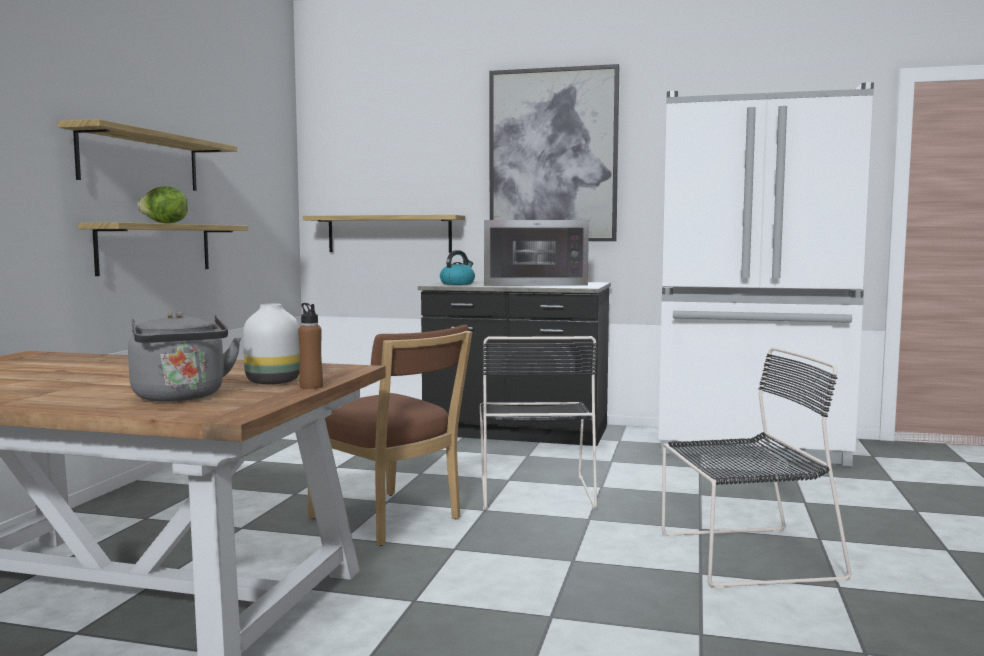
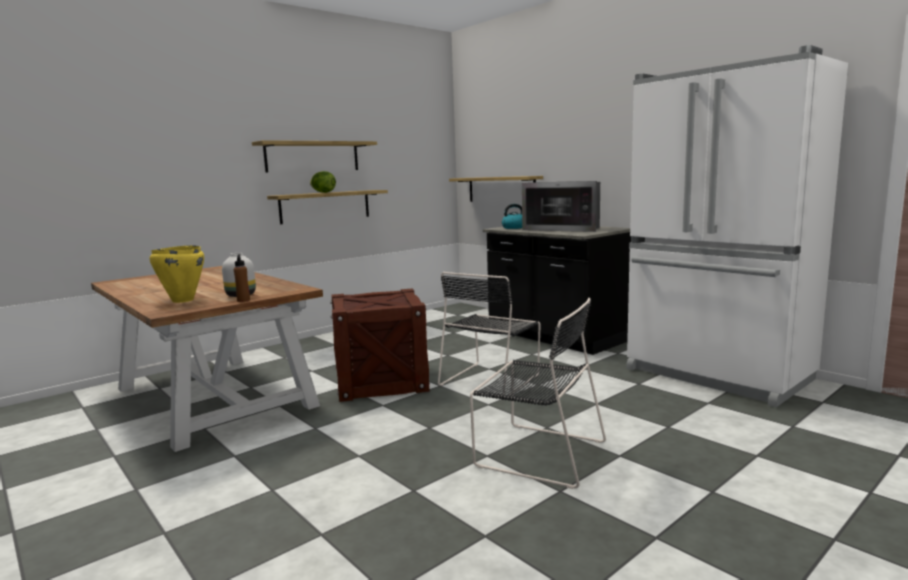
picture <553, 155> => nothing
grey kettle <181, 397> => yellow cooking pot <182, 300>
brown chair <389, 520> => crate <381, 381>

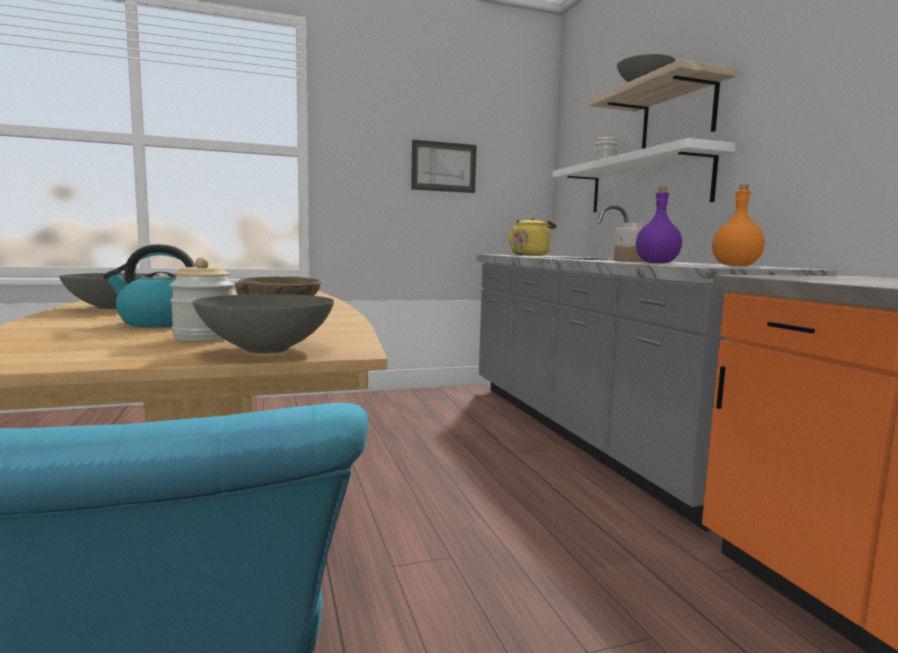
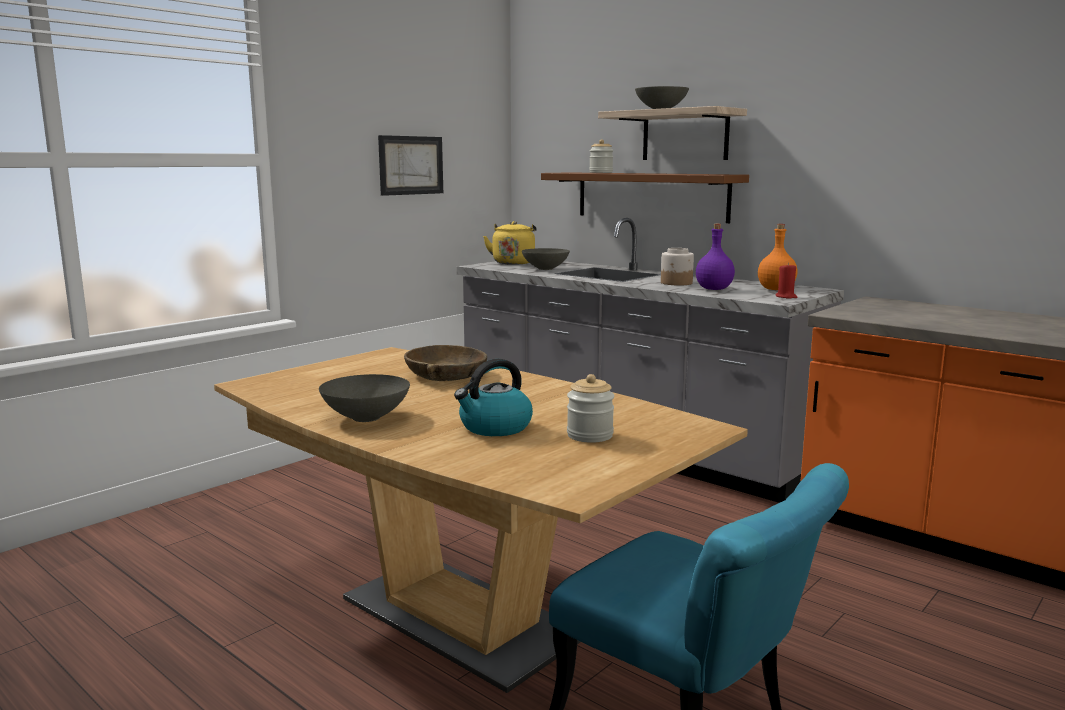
white shelf <647, 184> => brown shelf <651, 196>
grey bowl <268, 350> => grey bowl <546, 269>, relocated
nothing => red candle <786, 297>

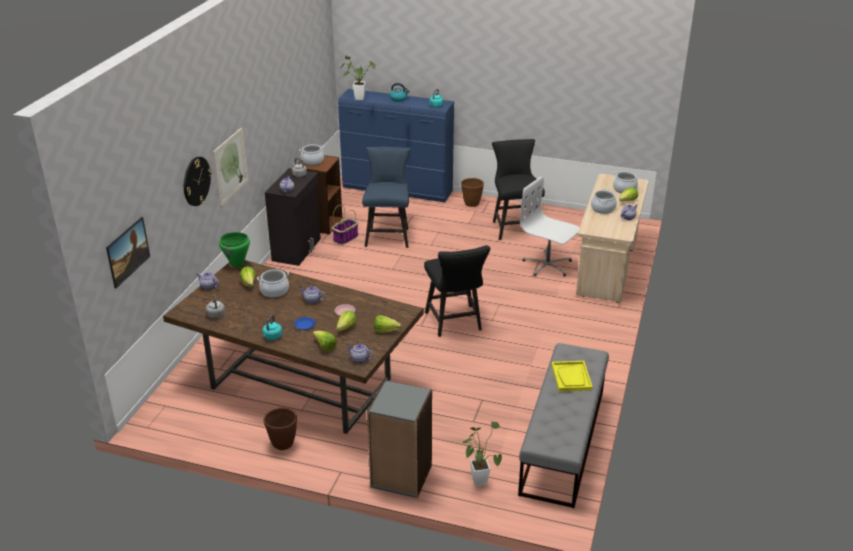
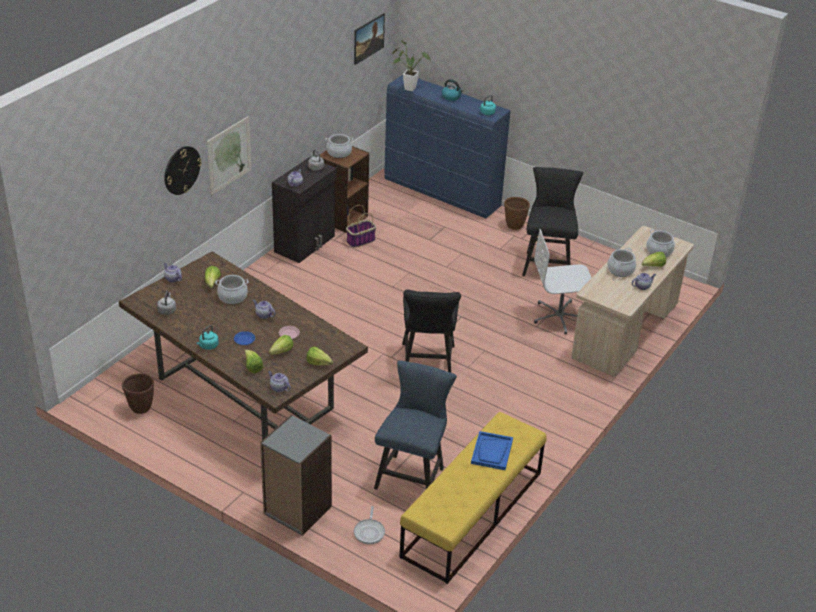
blue chair <388, 235> => blue chair <412, 475>, relocated
white office chair <547, 265> => white office chair <559, 317>, 60 degrees counterclockwise
picture <130, 261> => picture <368, 47>, relocated
green cooking pot <237, 265> => nothing
grey bench <563, 441> => yellow bench <472, 514>
yellow tray <571, 377> => blue tray <492, 452>
brown planter <282, 444> => brown planter <140, 408>, relocated
potted plant <478, 479> => frying pan <369, 531>

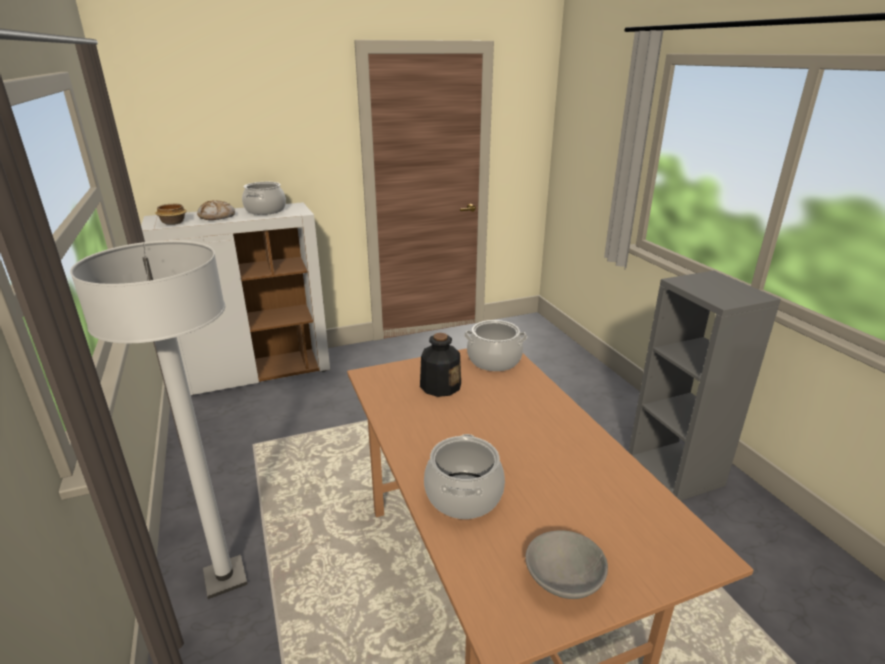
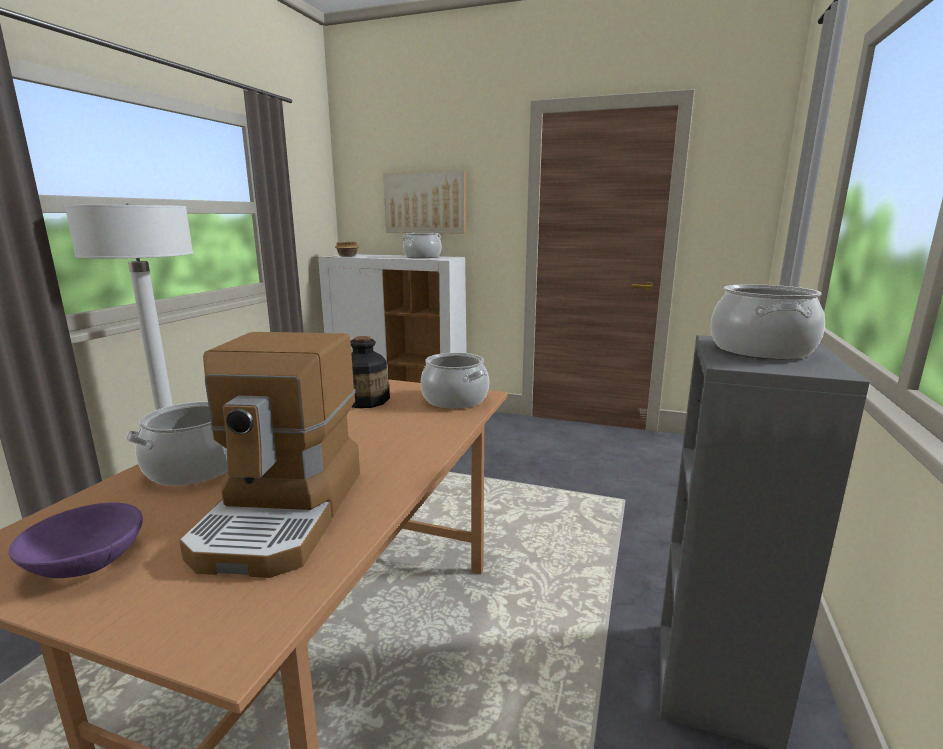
bread <217, 217> => nothing
grey bowl <564, 580> => purple bowl <86, 563>
nothing => picture <425, 203>
nothing => cooking pot <760, 350>
nothing => coffee machine <285, 513>

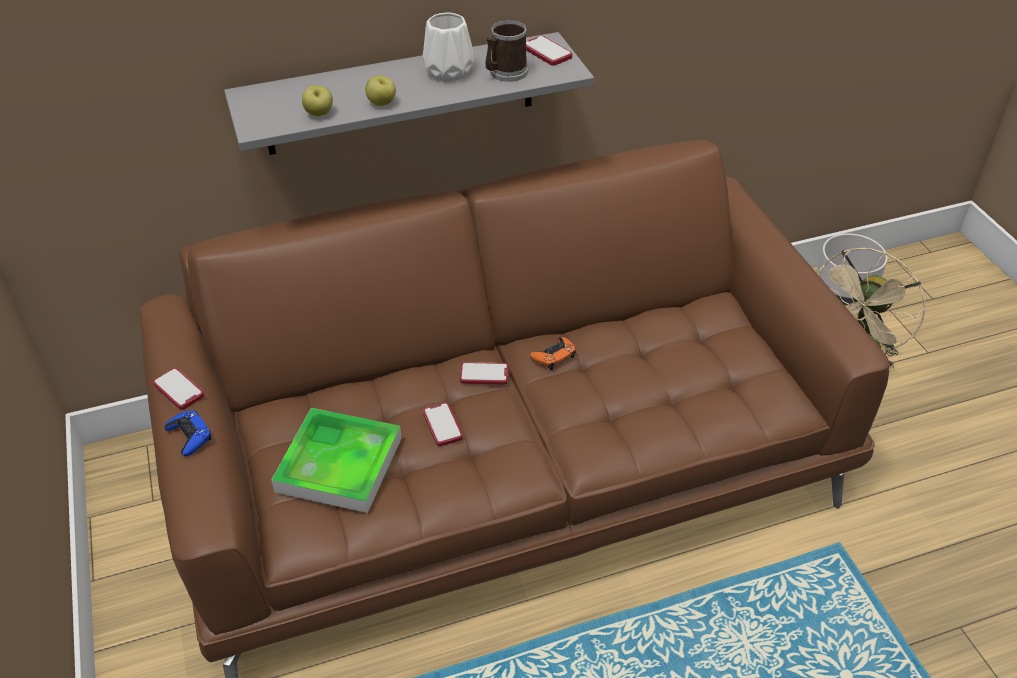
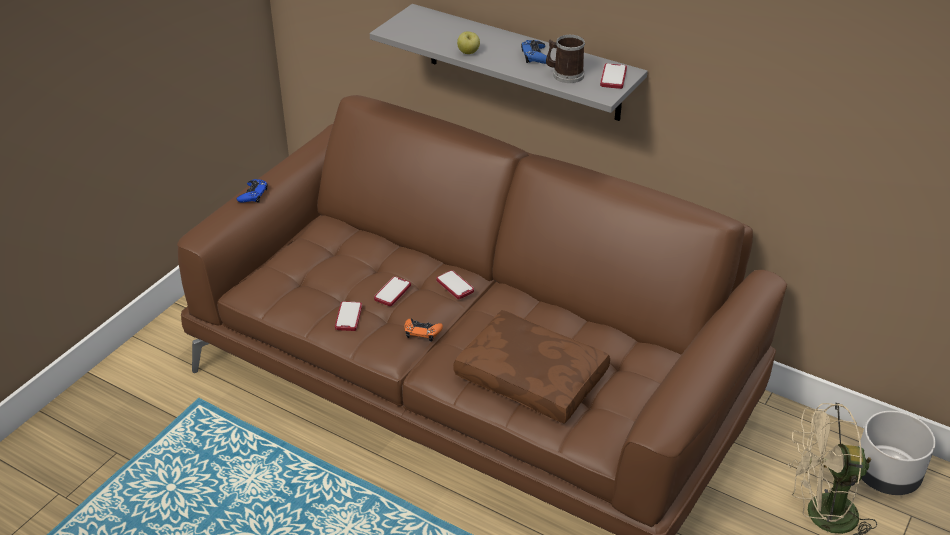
white vase <447, 71> => blue game controller <535, 56>
apple <319, 114> => nothing
orange game controller <554, 356> => orange game controller <422, 332>, relocated
phone <179, 390> => phone <348, 317>, relocated
tray <339, 464> => nothing
nothing => brown pillow <533, 377>

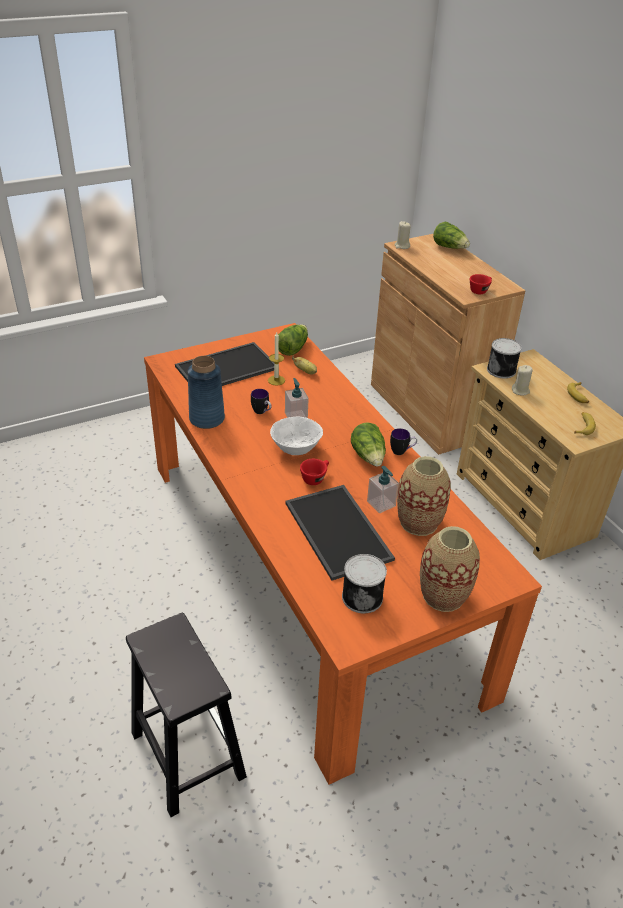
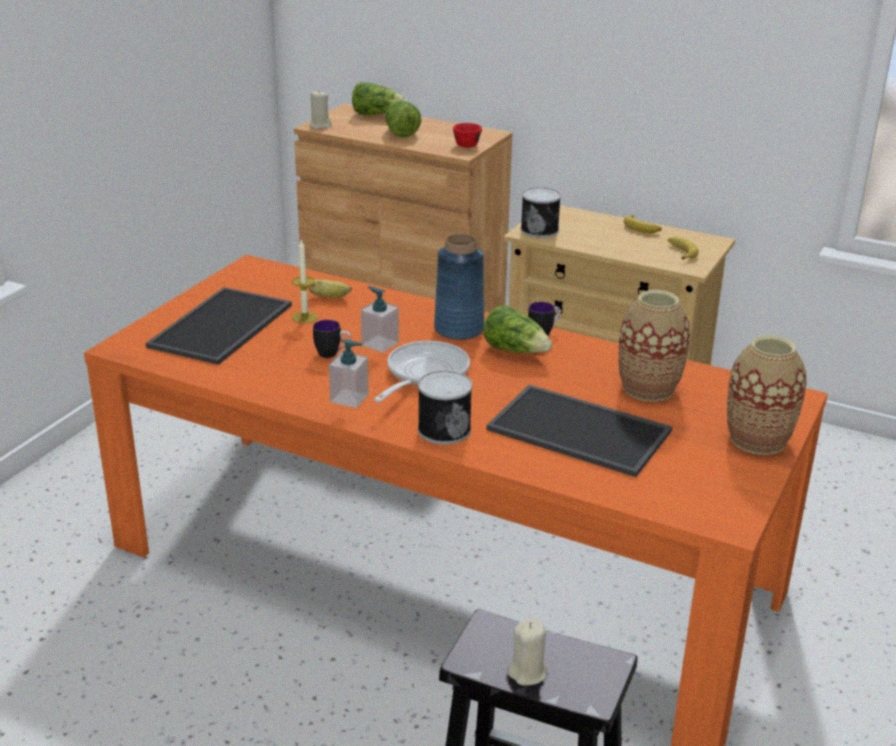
lettuce <292, 348> => lettuce <401, 131>, relocated
blue vase <206, 419> => blue vase <459, 329>, relocated
beige candle <520, 391> => beige candle <527, 672>, relocated
white bowl <295, 449> => frying pan <423, 374>
red cup <315, 478> => nothing
soap dispenser <381, 504> => soap dispenser <349, 398>, relocated
can <362, 596> => can <443, 429>, relocated

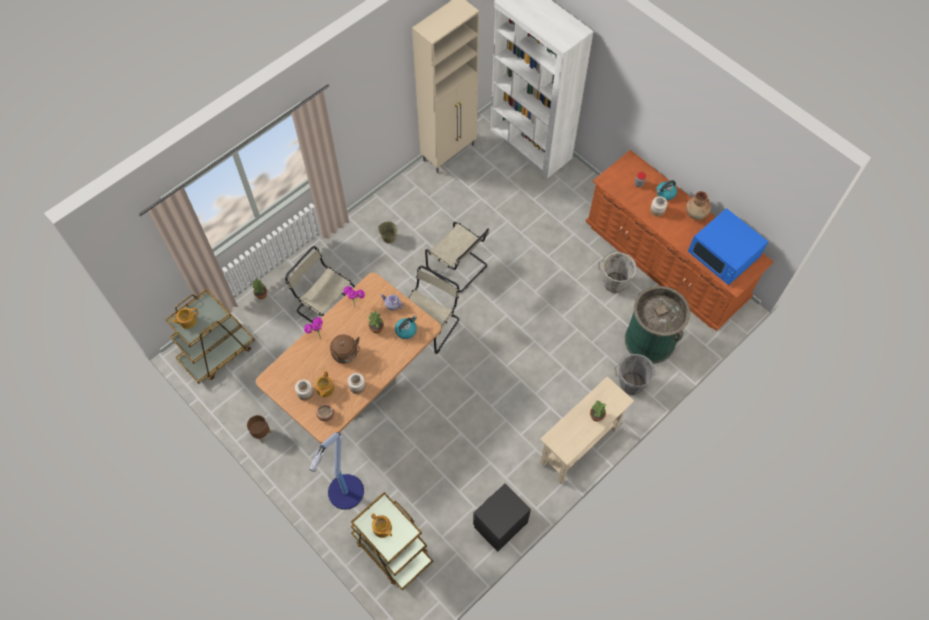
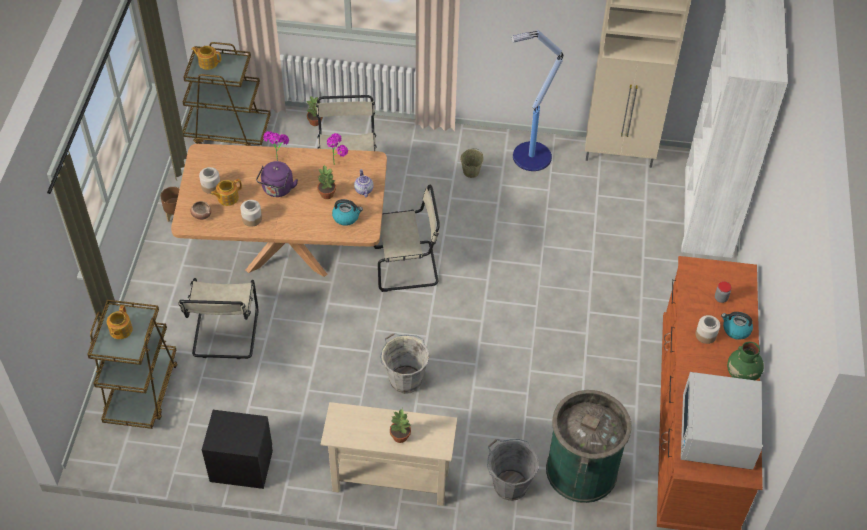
brown vase <696, 213> => green vase <742, 374>
blue microwave <724, 255> => white microwave <716, 433>
beige chair <459, 268> => beige chair <225, 335>, relocated
grey bucket <613, 283> => grey bucket <404, 379>, relocated
brown kettle <346, 355> => purple kettle <277, 190>
floor lamp <345, 493> => floor lamp <530, 157>, relocated

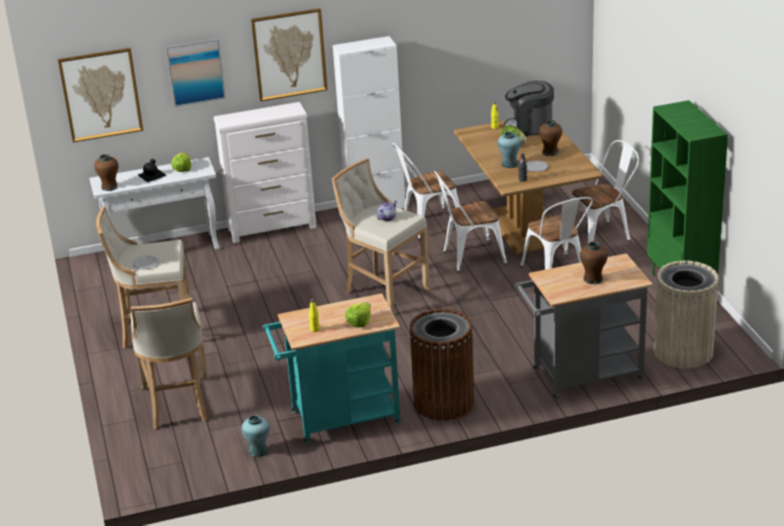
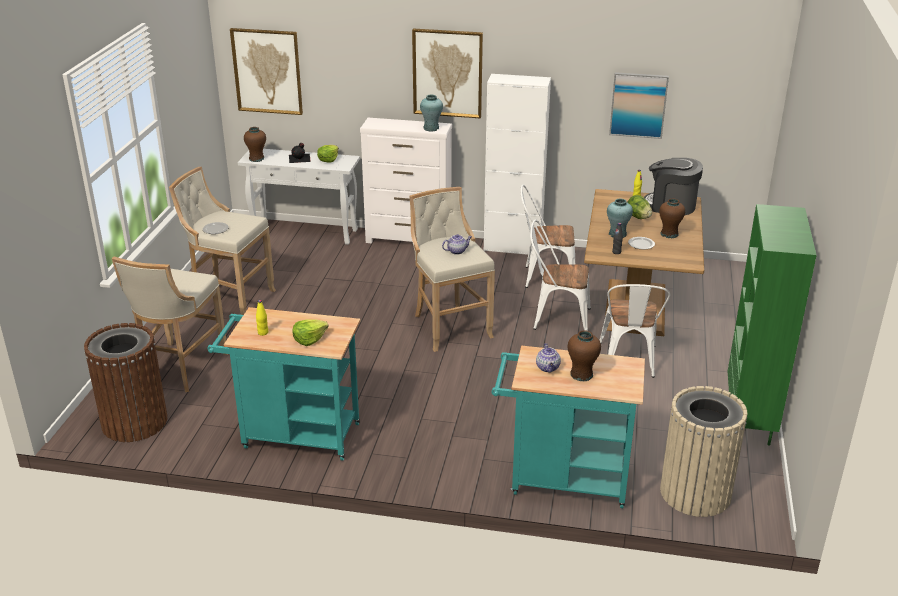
picture <195, 72> => picture <638, 105>, relocated
white chair <602, 236> => nothing
grey cart <581, 377> => turquoise cart <561, 480>
brown trash can <443, 402> => brown trash can <134, 422>, relocated
turquoise vase <258, 451> => turquoise vase <431, 128>, relocated
nothing => teapot <548, 368>

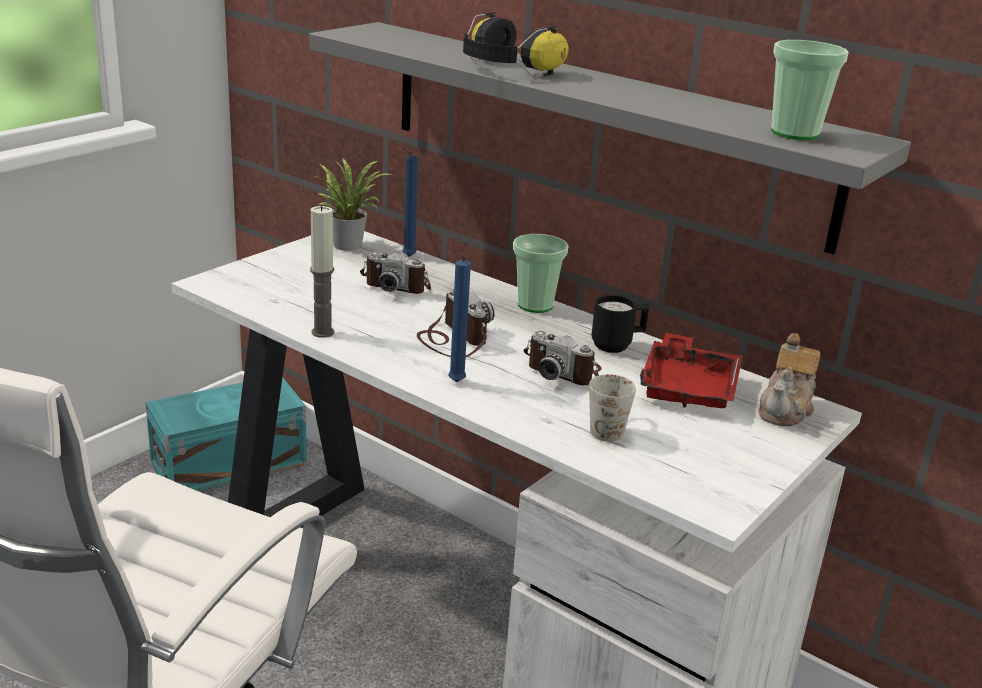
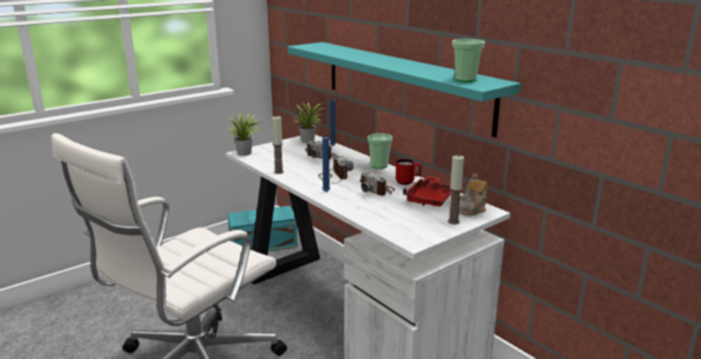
headphones <505, 69> => nothing
grey shelf <599, 129> => turquoise shelf <404, 84>
black mug <617, 345> => red mug <408, 182>
white mug <609, 427> => nothing
nothing => potted plant <246, 153>
nothing => candle <453, 221>

